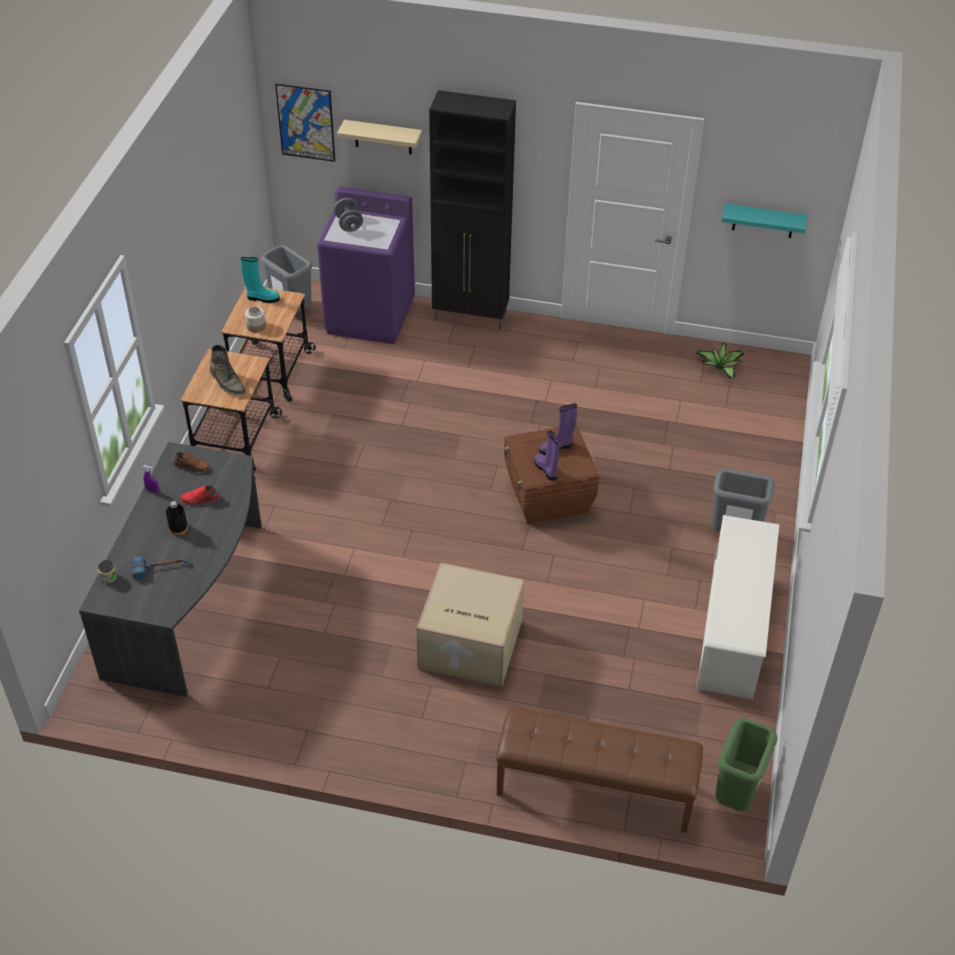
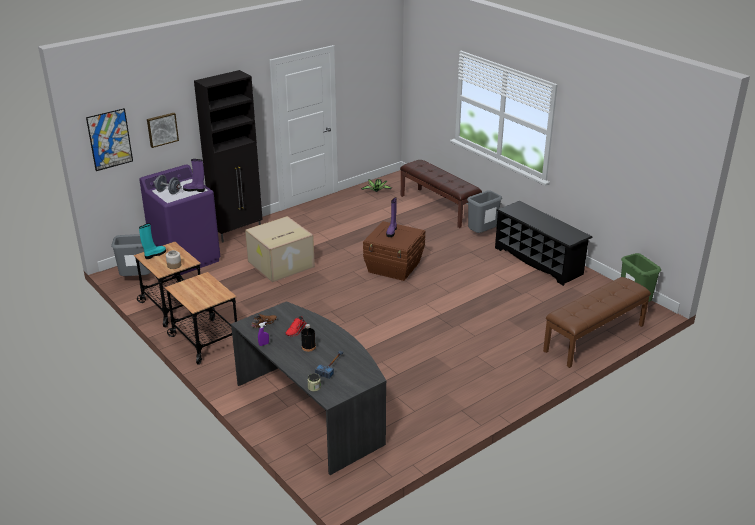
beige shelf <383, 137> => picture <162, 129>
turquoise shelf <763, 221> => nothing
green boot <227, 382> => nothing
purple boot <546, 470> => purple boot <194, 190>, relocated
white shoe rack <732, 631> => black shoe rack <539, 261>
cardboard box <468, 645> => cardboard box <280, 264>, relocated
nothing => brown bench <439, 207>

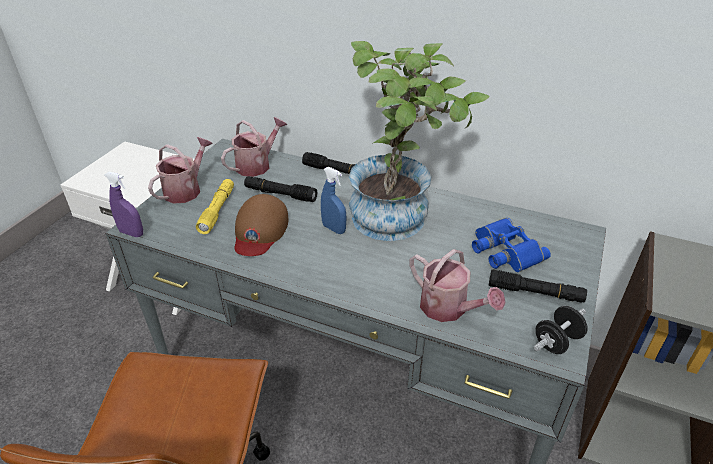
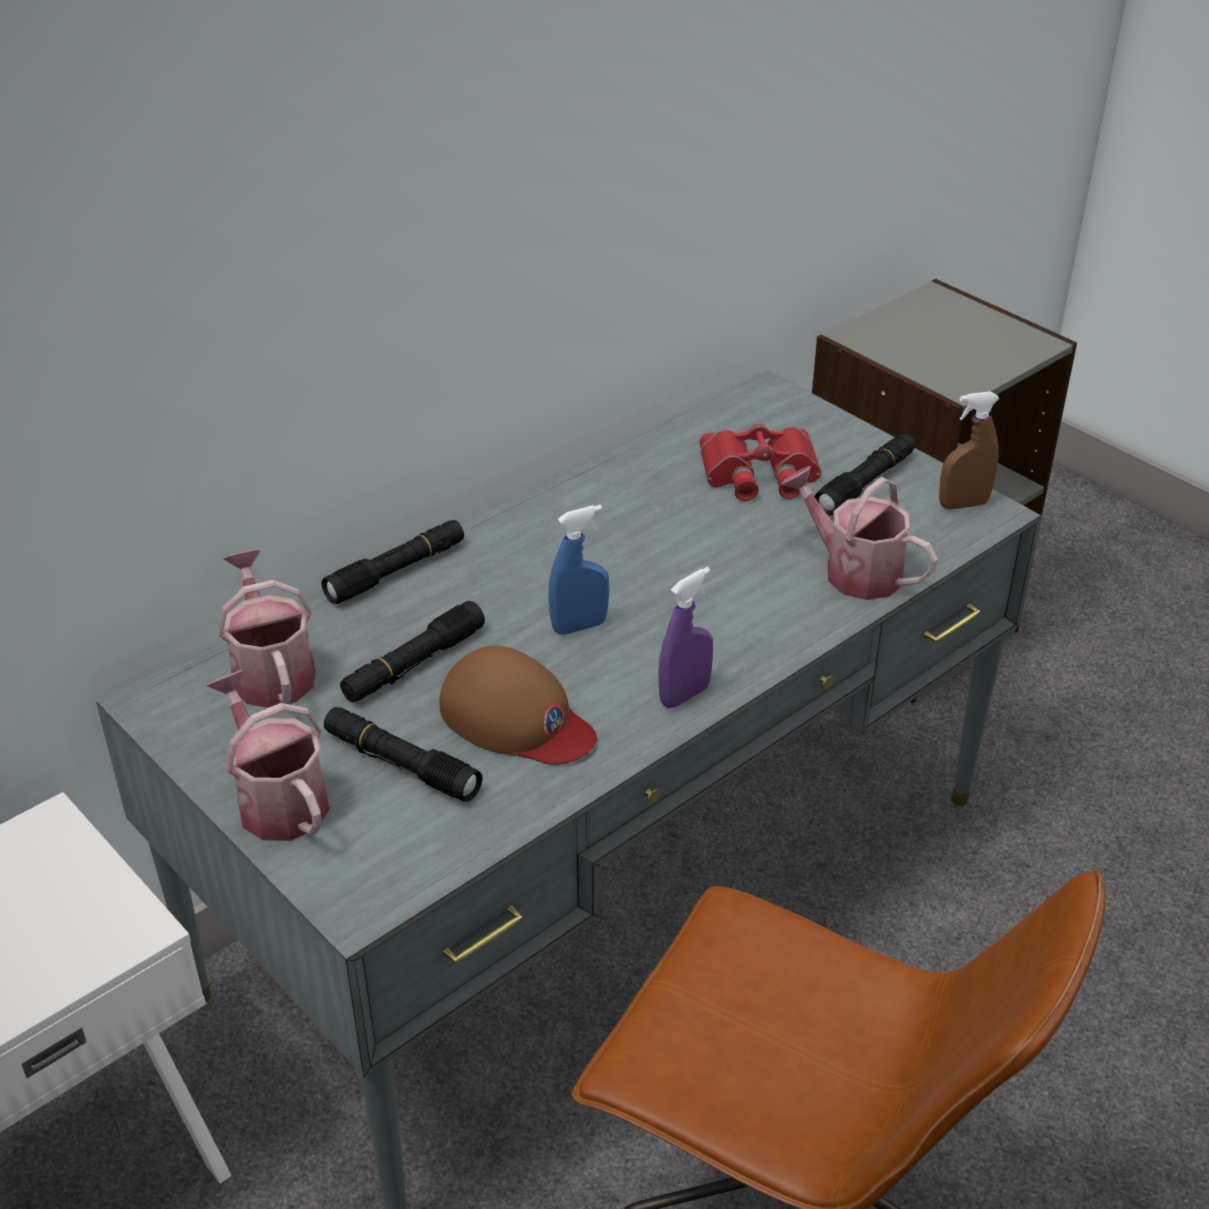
potted plant <400, 216> => nothing
purple spray bottle <131, 233> => purple spray bottle <684, 695>, relocated
yellow flashlight <217, 210> => black flashlight <401, 764>
blue binoculars <504, 251> => red binoculars <760, 474>
watering can <449, 309> => watering can <853, 570>, 120 degrees counterclockwise
black dumbbell <557, 341> => brown spray bottle <963, 504>

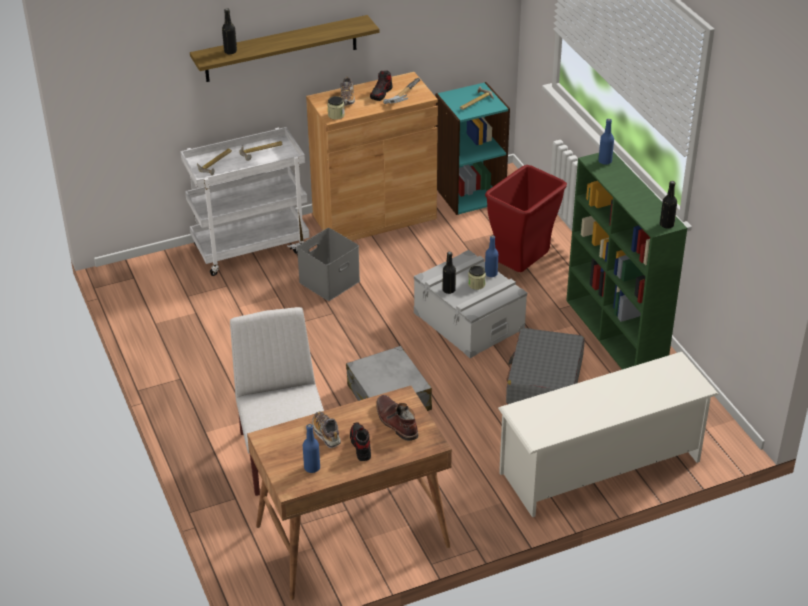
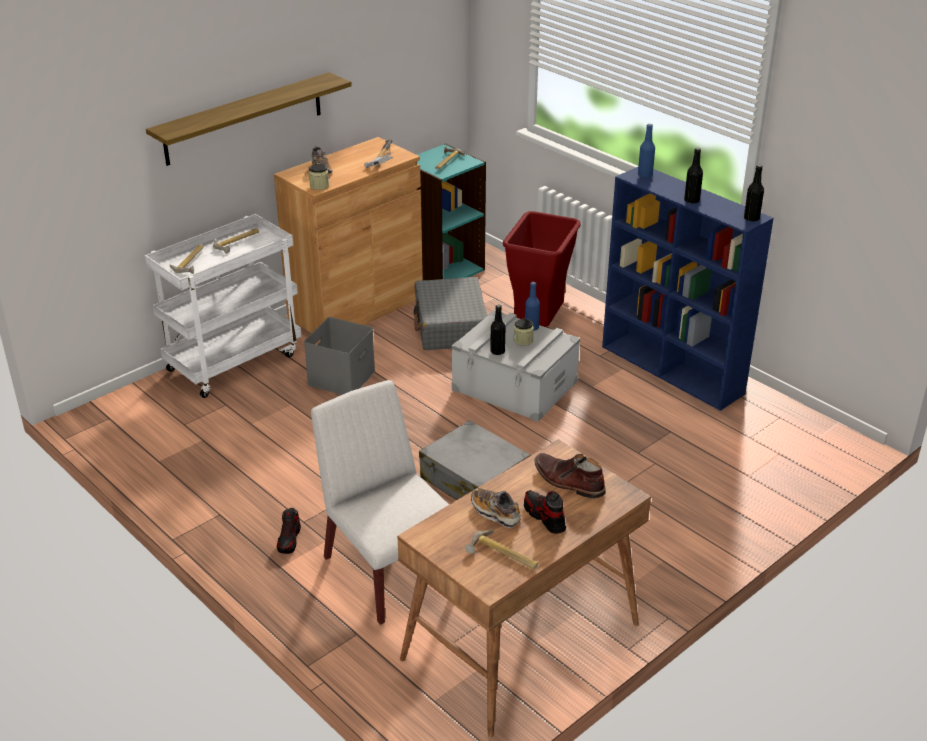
black bottle <230, 51> => black bottle <691, 200>, relocated
shoe <381, 93> => shoe <289, 540>, relocated
green bookcase <616, 337> => blue bookcase <673, 370>
grey suitcase <544, 382> => grey suitcase <451, 326>, relocated
white shoe rack <601, 467> => nothing
blue bottle <312, 468> => hammer <502, 556>

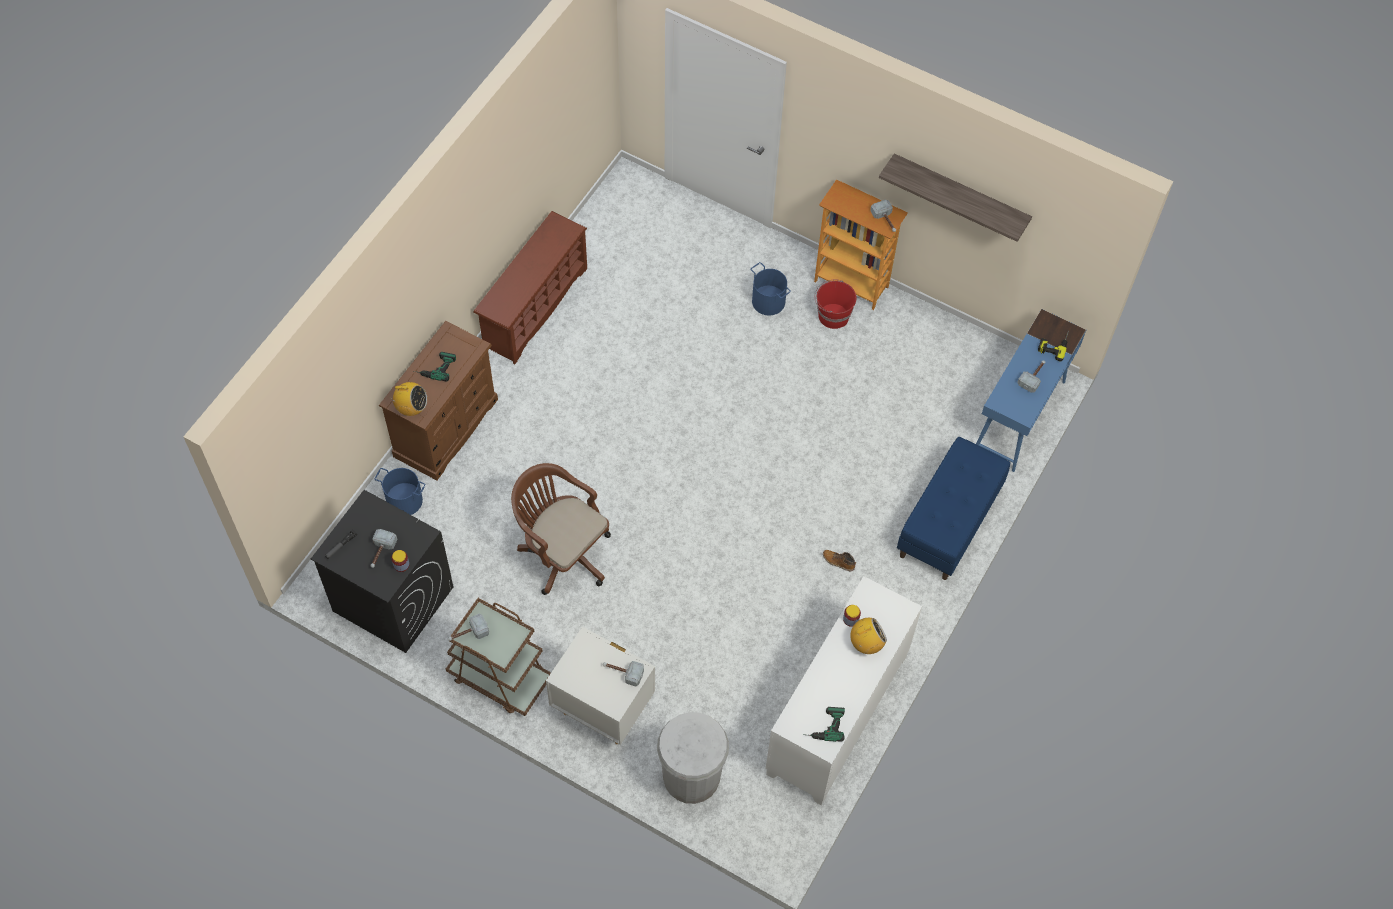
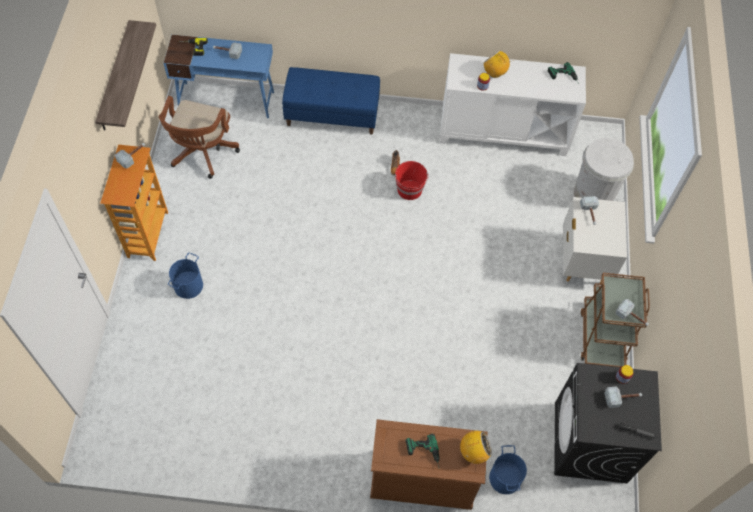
brown shoe rack <534, 306> => nothing
red bucket <832, 316> => red bucket <409, 190>, relocated
radio <411, 408> => radio <474, 452>, 90 degrees clockwise
brown office chair <562, 552> => brown office chair <202, 154>, relocated

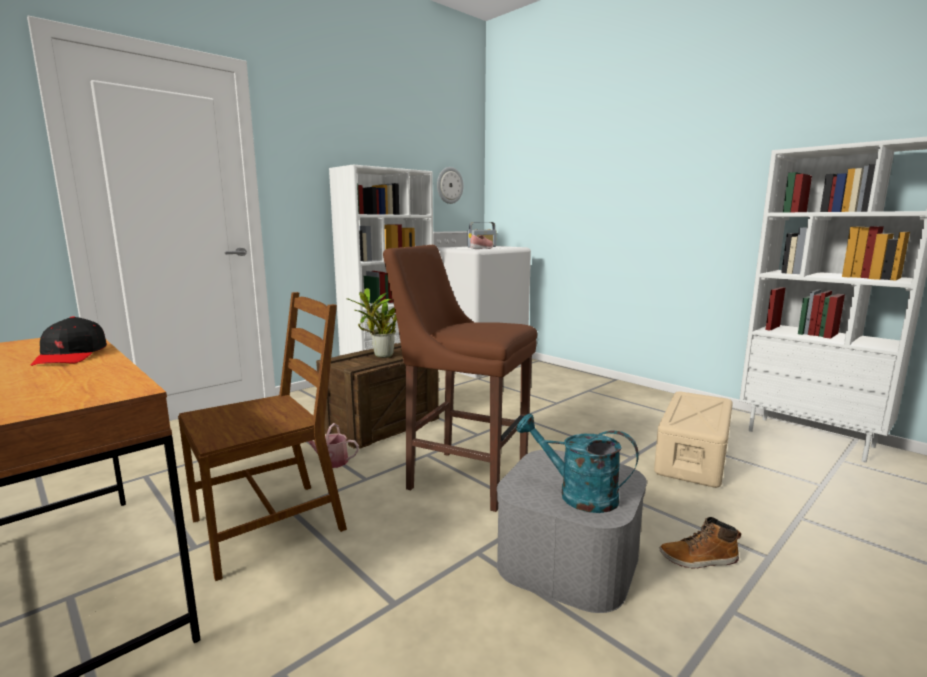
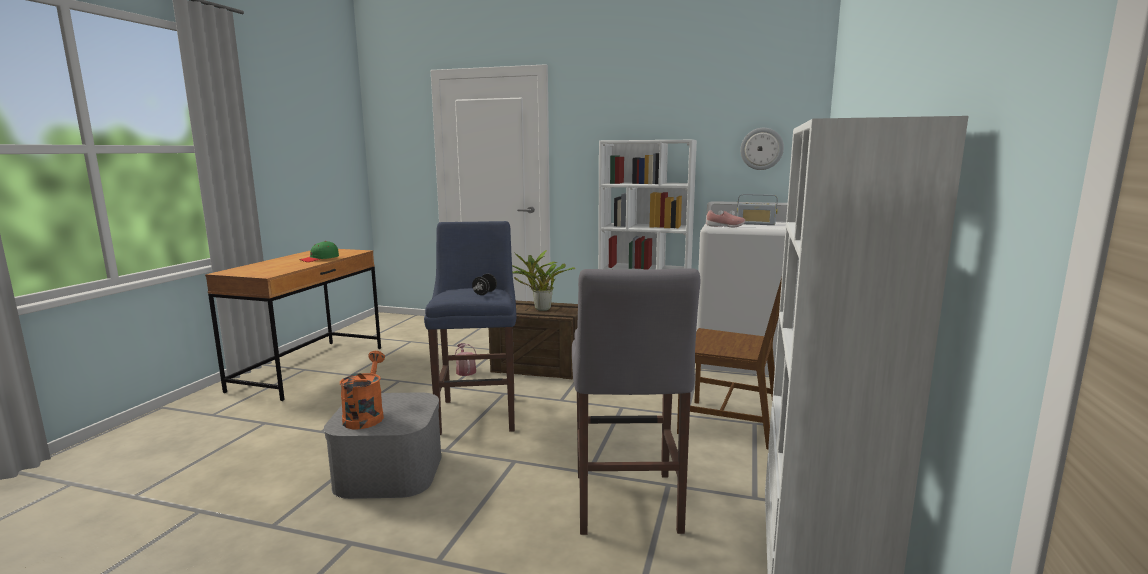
brown stool <462, 477> => blue stool <479, 413>
brown chair <270, 525> => brown chair <730, 424>, relocated
black cap <71, 355> => green cap <320, 259>
beige storage box <692, 457> => grey stool <626, 506>
turquoise watering can <577, 495> => orange watering can <365, 416>
boot <699, 559> => nothing
nothing => black dumbbell <485, 293>

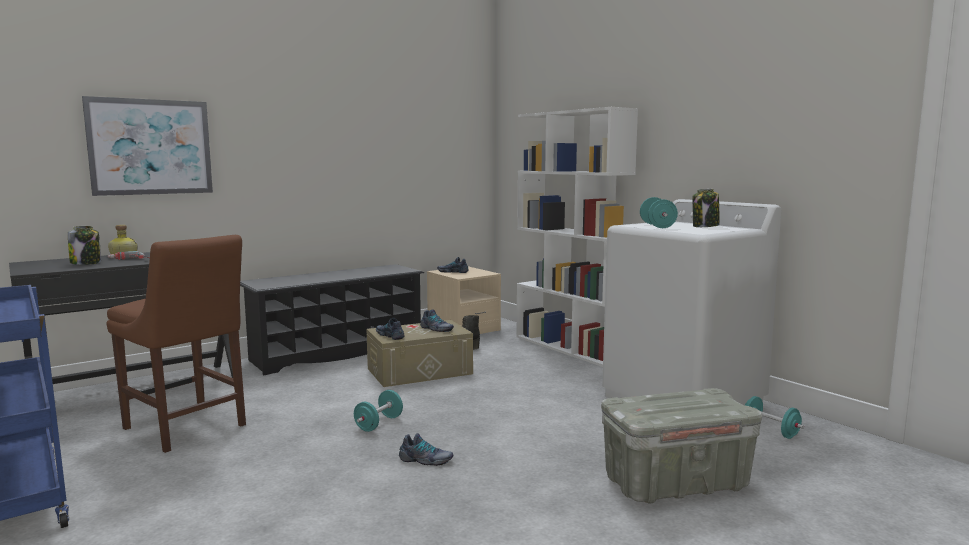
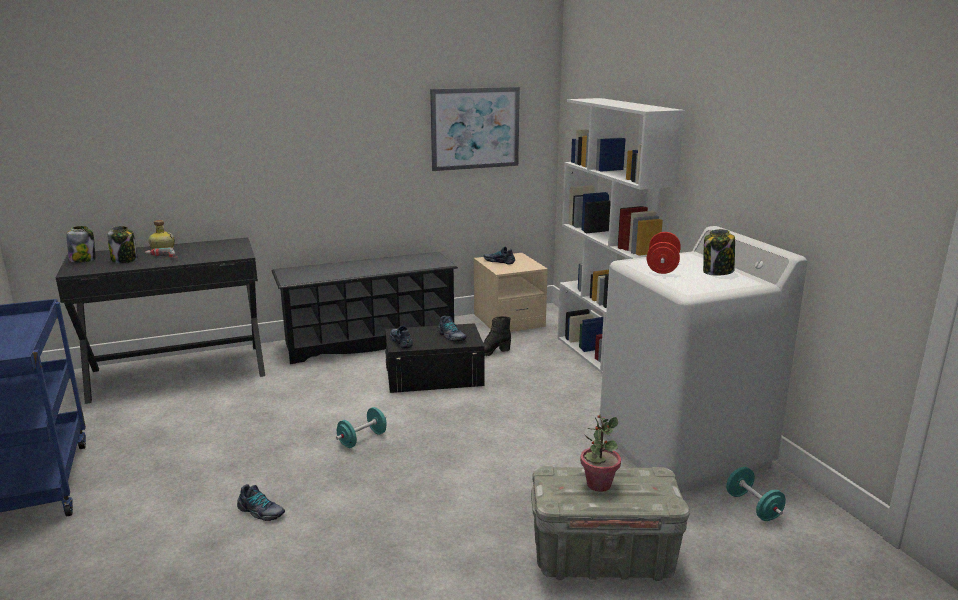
picture <150, 147> => picture <475, 128>, relocated
turquoise dumbbell <657, 226> => red dumbbell <662, 267>
brown chair <187, 428> => nothing
beige storage box <419, 371> => black storage box <434, 376>
shoe <425, 460> => shoe <260, 512>, relocated
nothing => jar <83, 260>
nothing => potted plant <598, 484>

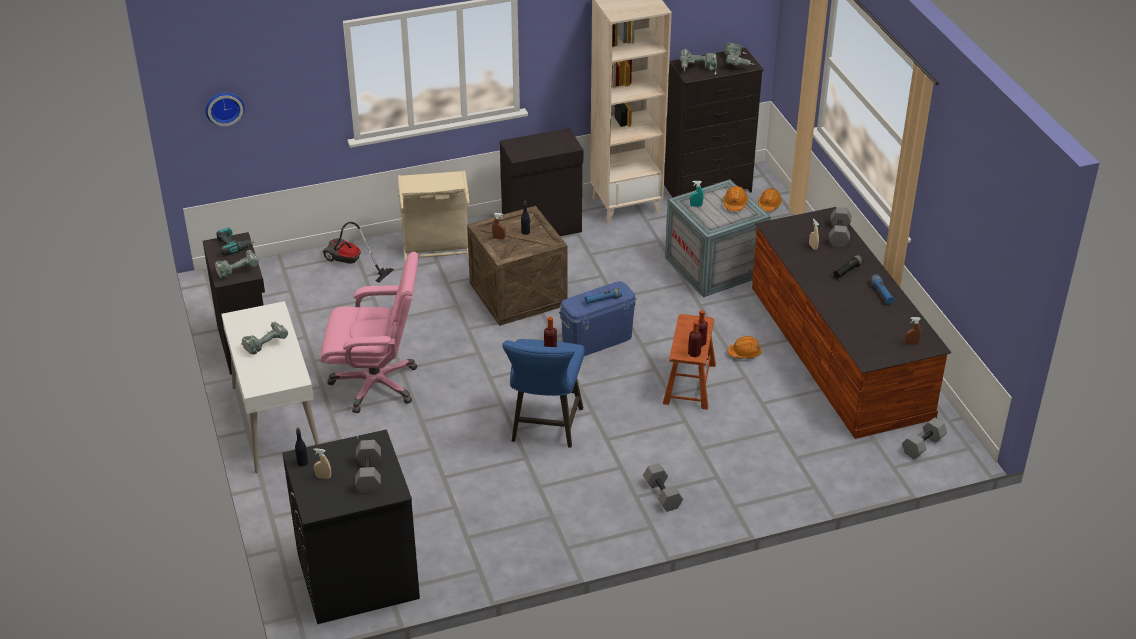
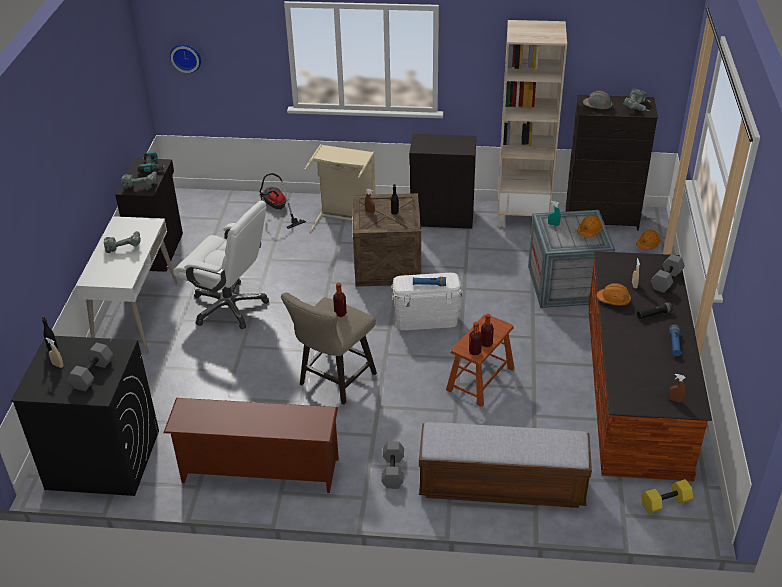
power drill <697, 69> => grey hard hat <597, 106>
pink office chair <376, 384> => white office chair <230, 307>
blue storage box <597, 340> => white storage box <426, 320>
orange hard hat <744, 353> => orange hard hat <613, 300>, relocated
blue stool <545, 428> => beige stool <333, 382>
grey dumbbell <923, 446> => yellow dumbbell <665, 503>
nothing => brown shoe rack <258, 472>
nothing => bench <501, 486>

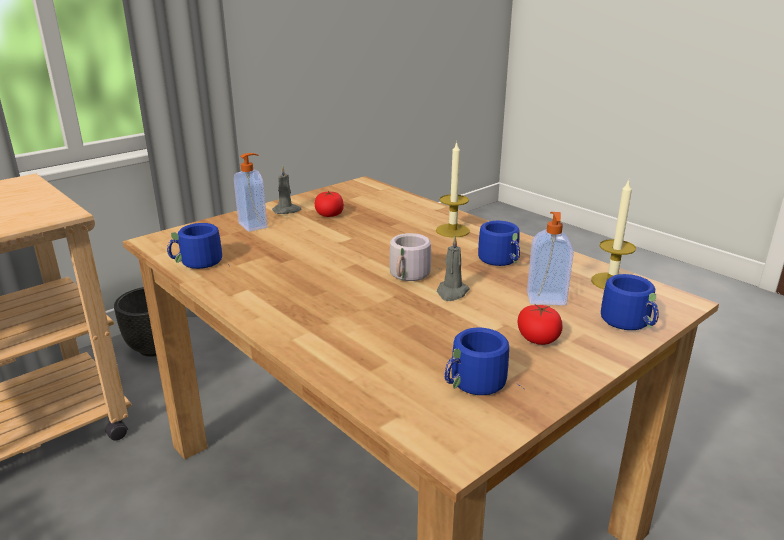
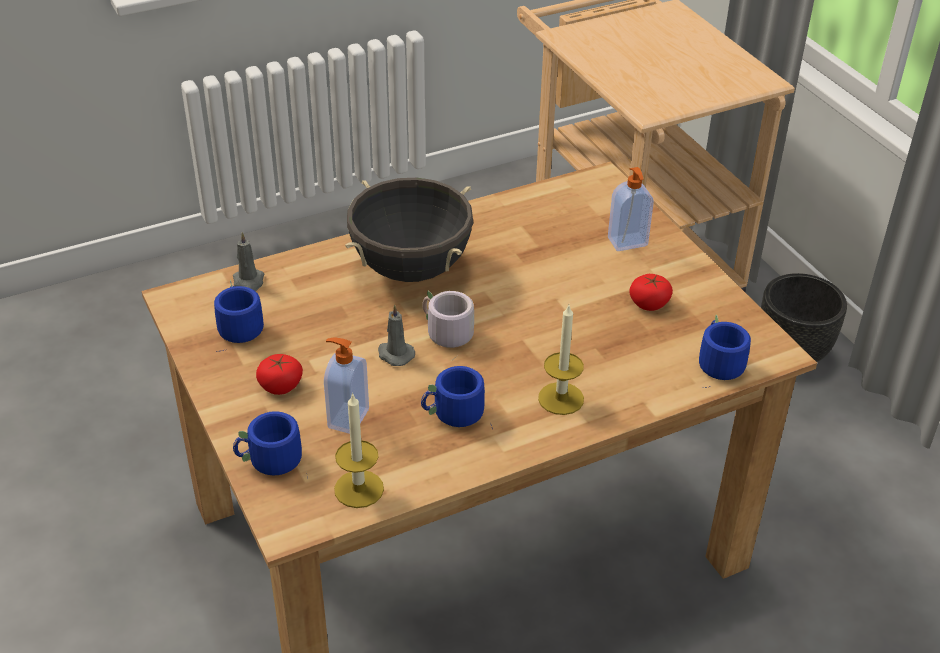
grey candle <287, 210> => grey candle <248, 283>, relocated
blue mug <197, 264> => blue mug <716, 363>, relocated
nothing => black cooking pot <411, 268>

